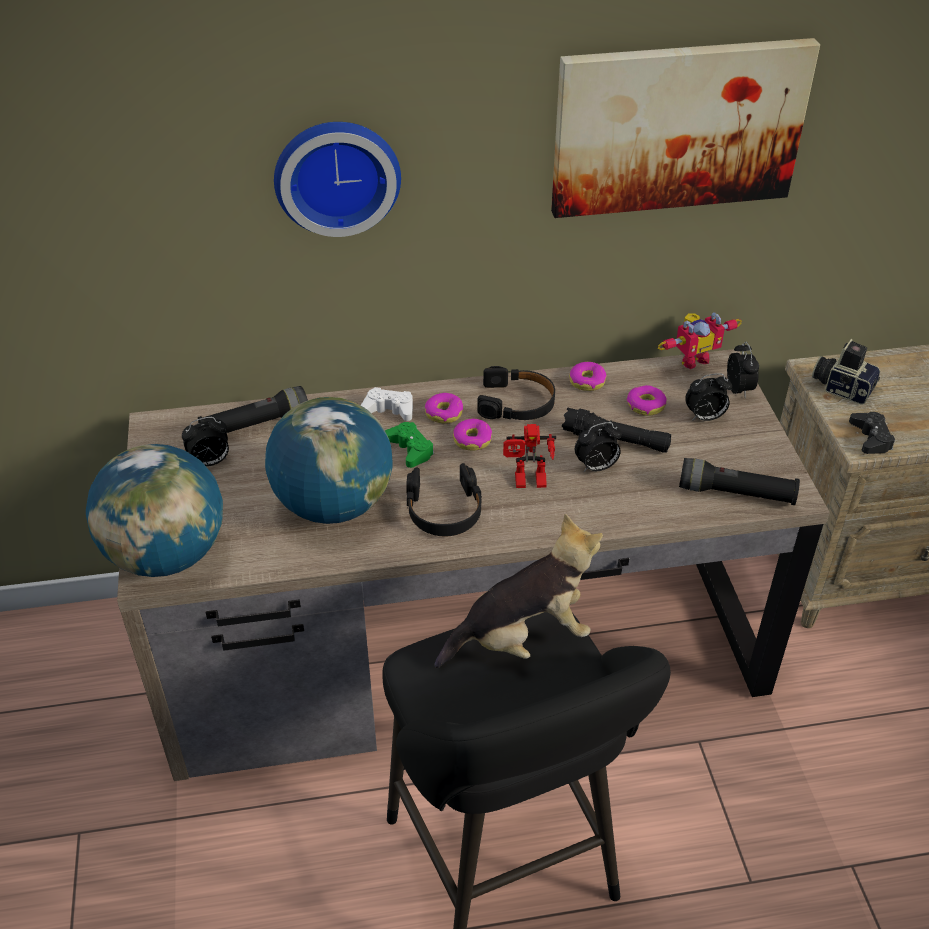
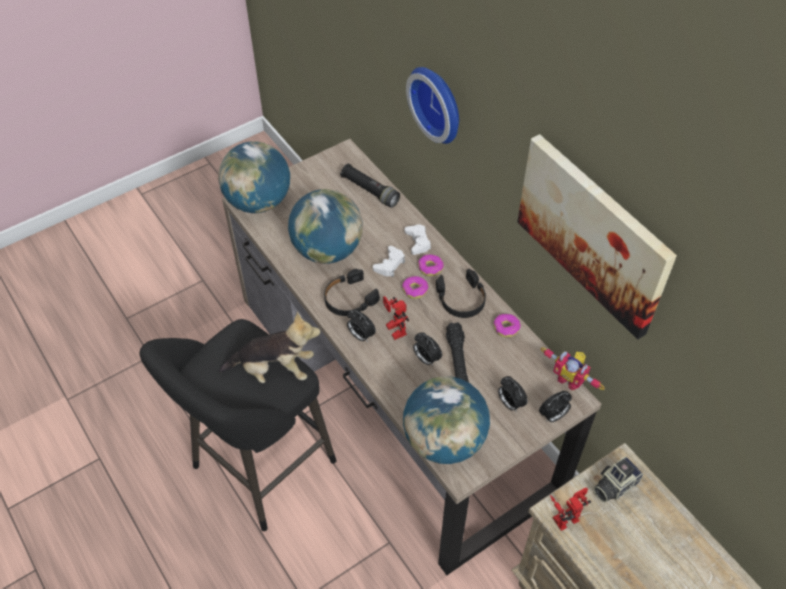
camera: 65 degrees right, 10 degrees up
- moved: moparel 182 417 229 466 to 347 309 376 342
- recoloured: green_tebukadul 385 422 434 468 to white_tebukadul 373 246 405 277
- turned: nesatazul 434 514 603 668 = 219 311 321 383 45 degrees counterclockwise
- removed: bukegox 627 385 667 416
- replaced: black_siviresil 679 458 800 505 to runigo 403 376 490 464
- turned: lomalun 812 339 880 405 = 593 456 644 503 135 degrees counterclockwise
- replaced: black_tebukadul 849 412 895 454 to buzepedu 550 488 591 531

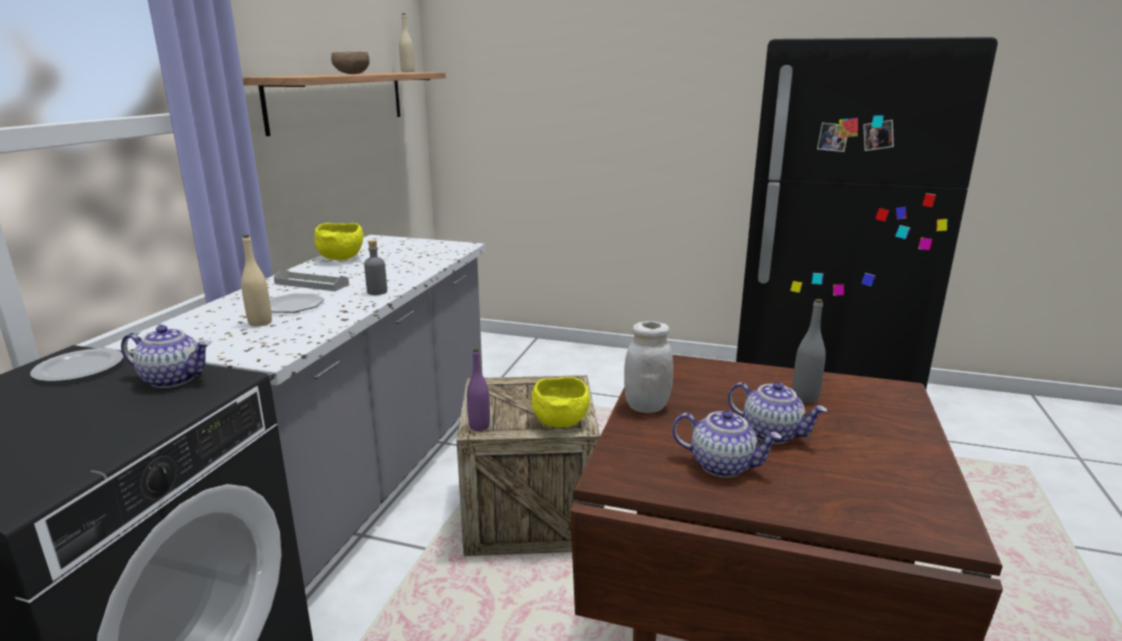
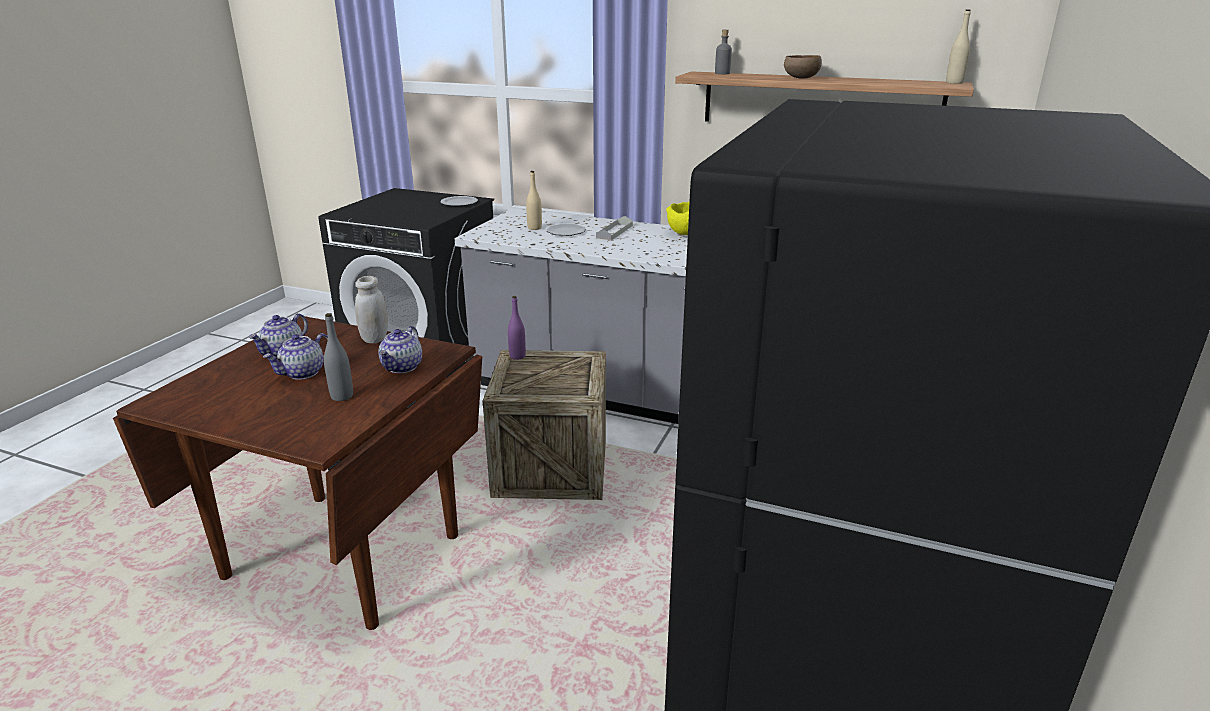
camera: 95 degrees right, 5 degrees up
- moved: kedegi 121 325 210 388 to 378 326 422 373
- moved: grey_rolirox 364 240 387 295 to 715 30 732 74
- removed: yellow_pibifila 532 377 590 427

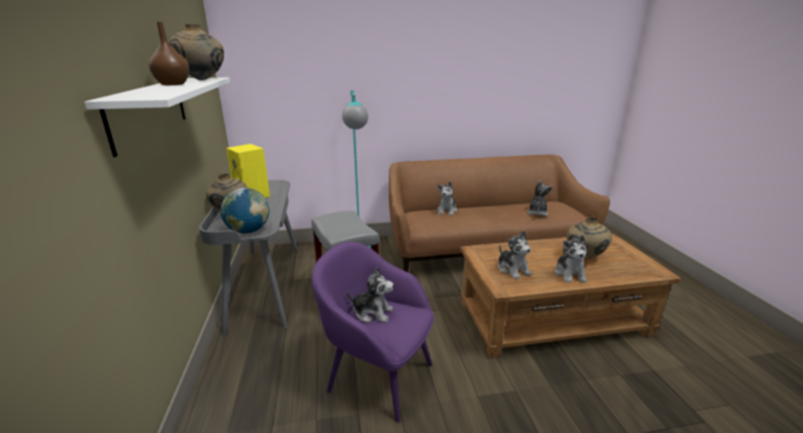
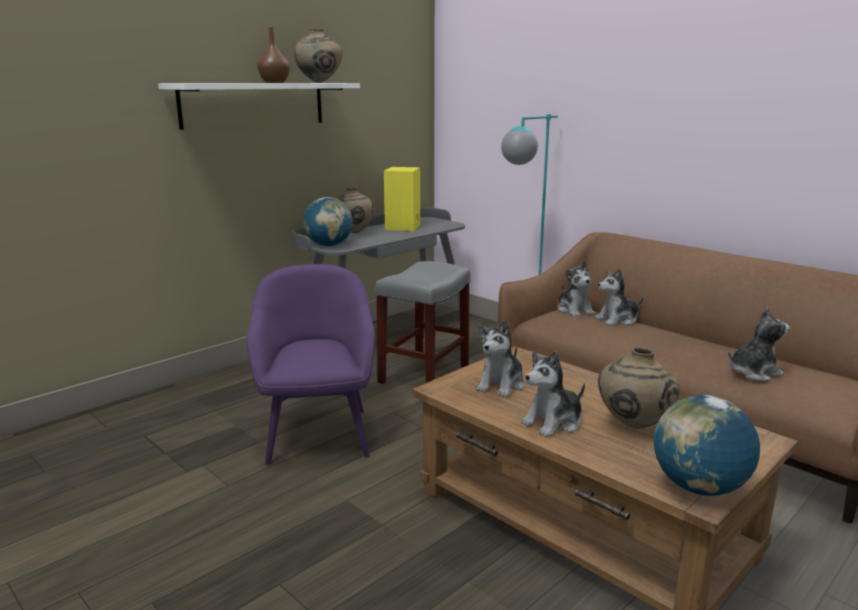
camera: 55 degrees right, 5 degrees down
- moved: nesatazul 346 267 394 323 to 558 261 595 317
- added: runigo 654 395 760 496

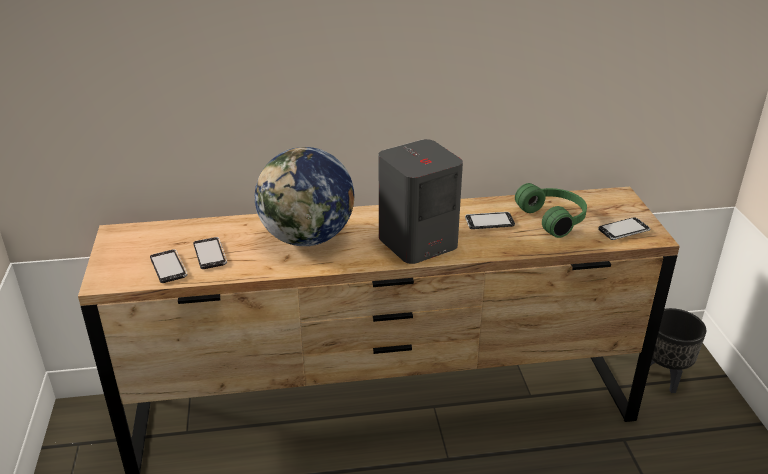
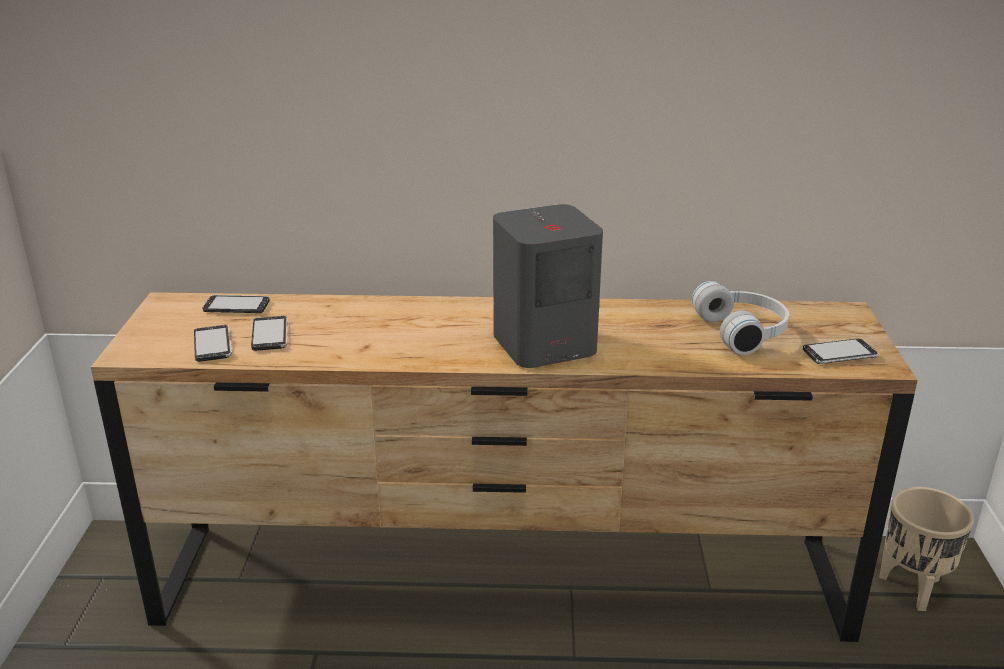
camera: 10 degrees right, 5 degrees down
- removed: runigo 255 147 354 246
- moved: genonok 465 212 515 229 to 203 295 270 313
- recoloured: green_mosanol 515 183 587 238 to white_mosanol 692 281 789 355
- recoloured: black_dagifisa 650 308 707 393 to beige_dagifisa 879 487 974 611

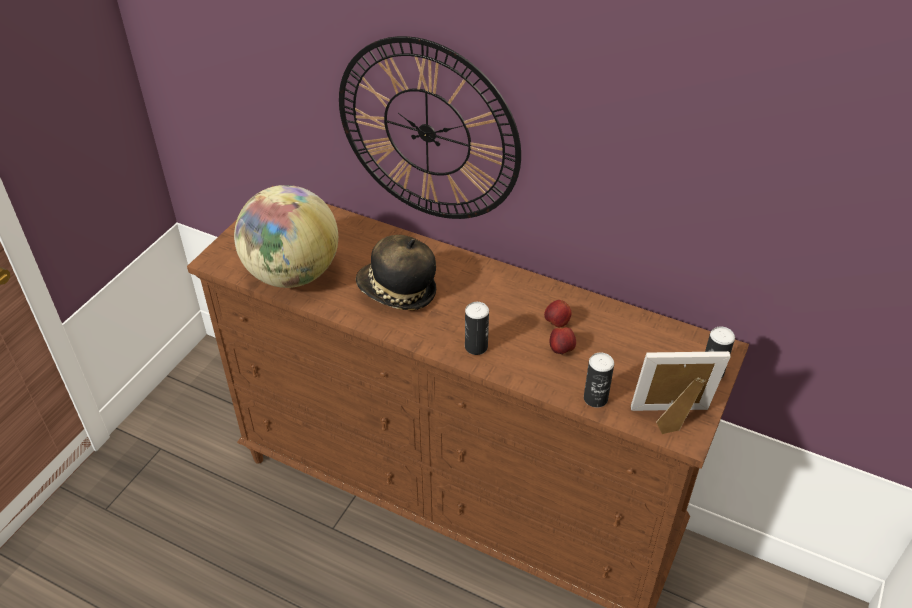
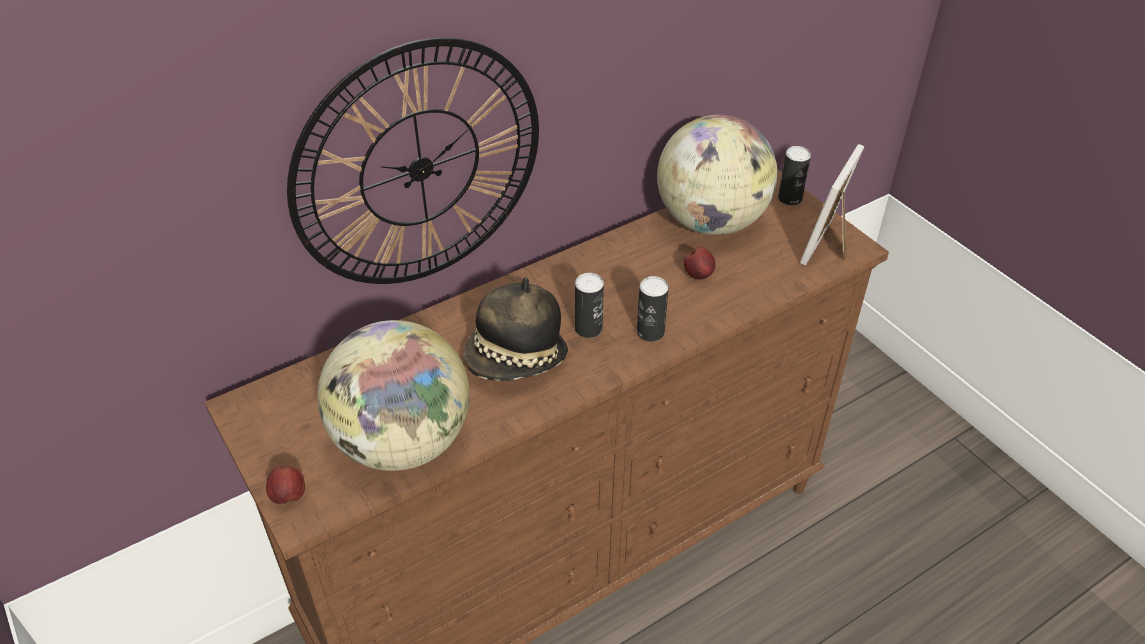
camera: 60 degrees left, 0 degrees up
- moved: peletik 544 300 572 327 to 266 466 305 504
- moved: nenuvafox 584 352 614 408 to 575 273 604 338
- added: runigo 657 115 778 235

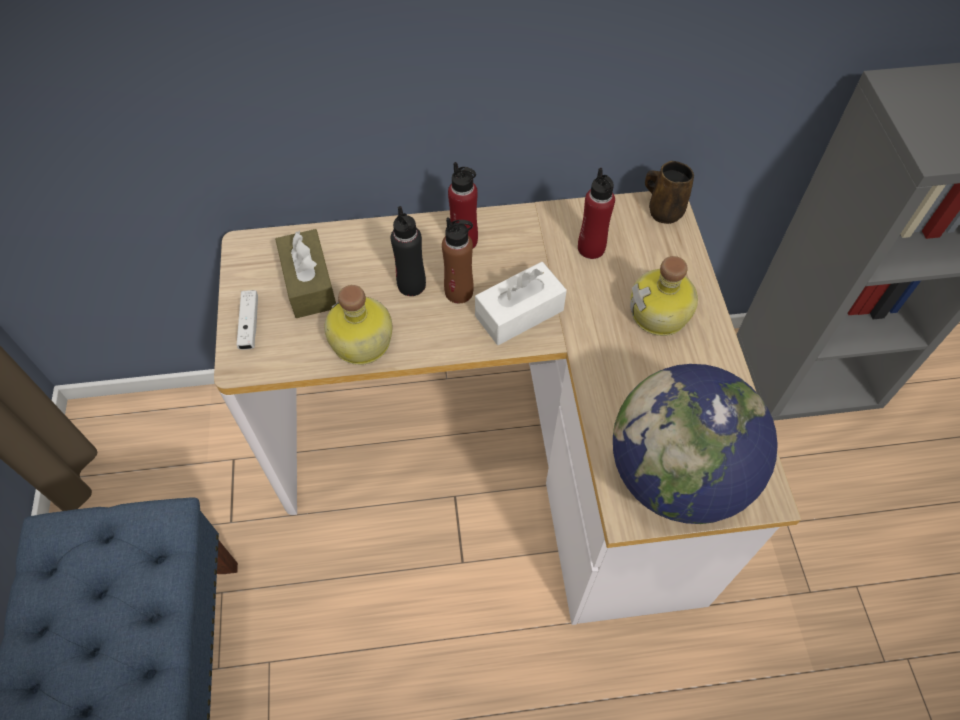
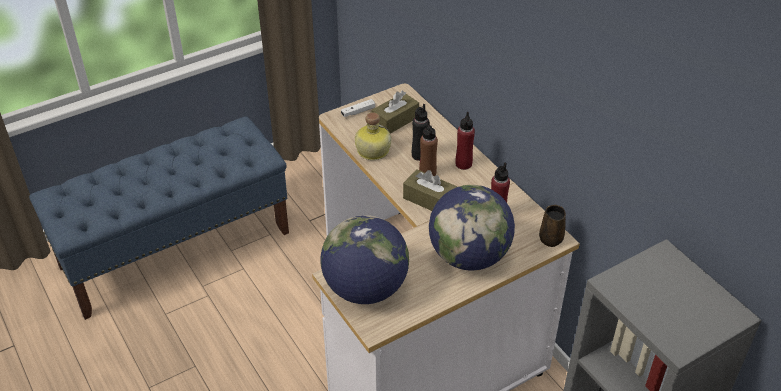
camera: 65 degrees right, 15 degrees down
- recoloured: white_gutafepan 475 262 567 345 to brown_gutafepan 403 169 457 211
- replaced: rolirox 630 256 698 336 to runigo 429 185 515 271

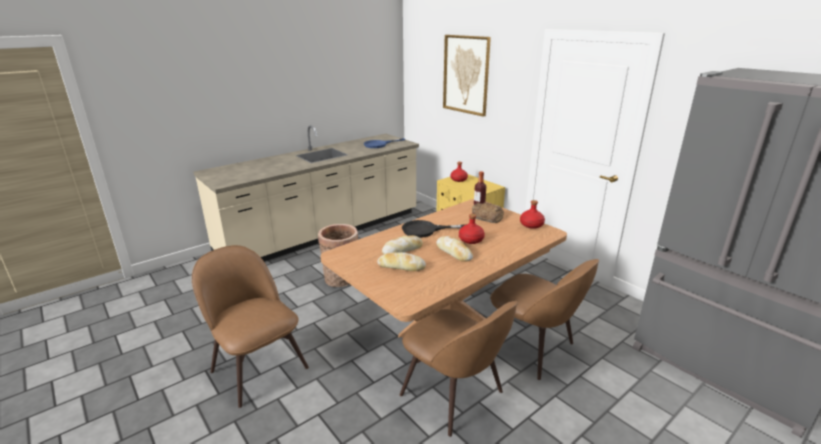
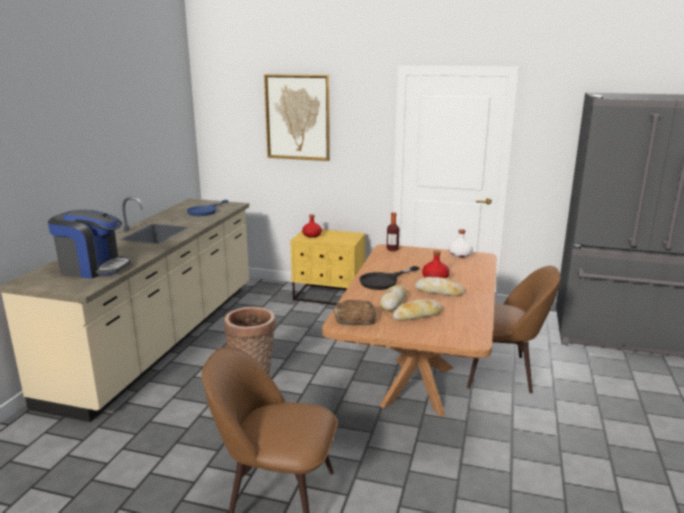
camera: 35 degrees left, 5 degrees down
- removed: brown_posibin 400 301 518 437
- moved: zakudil 472 203 504 223 to 333 300 378 325
- recoloured: red_rolirox 520 200 545 229 to white_rolirox 448 229 473 257
- added: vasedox 48 210 131 279

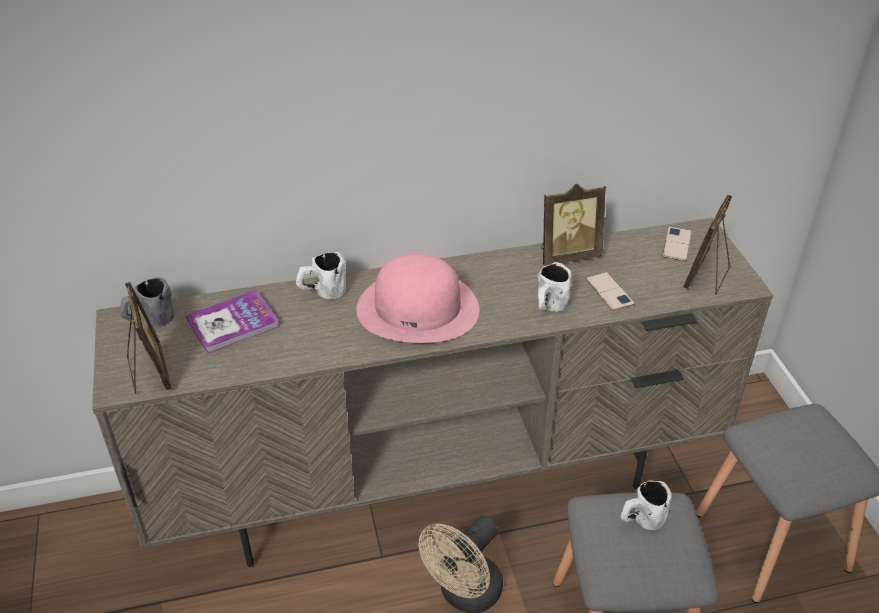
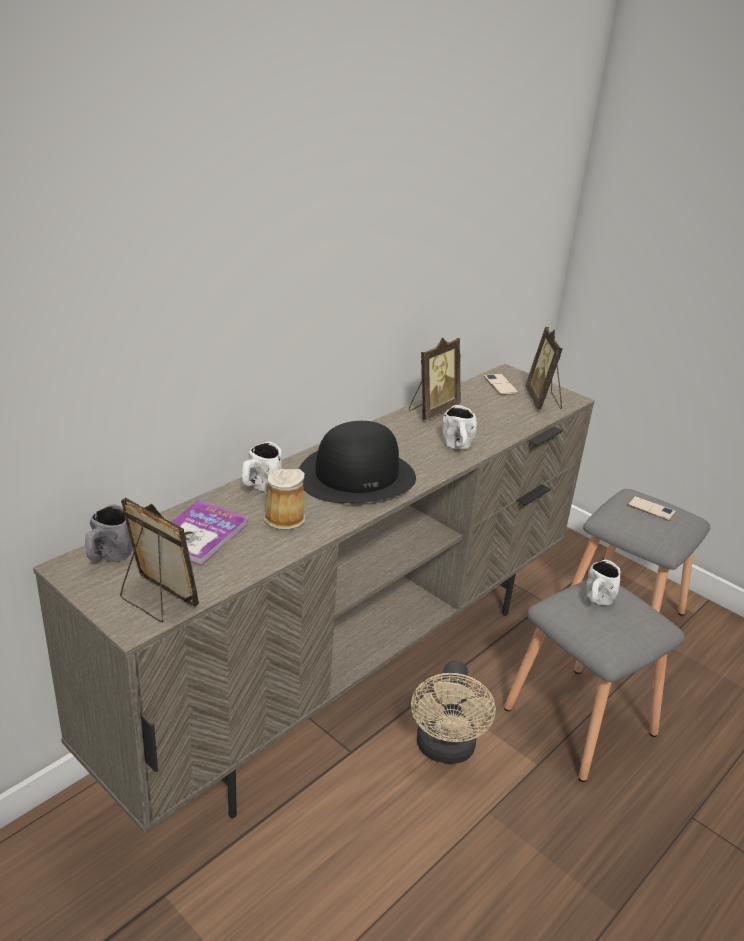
camera: 35 degrees left, 10 degrees down
- recoloured: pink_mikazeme 356 254 479 343 to black_mikazeme 299 421 416 504
- moved: genonok 586 272 635 311 to 628 496 676 521
- added: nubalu 264 469 305 530

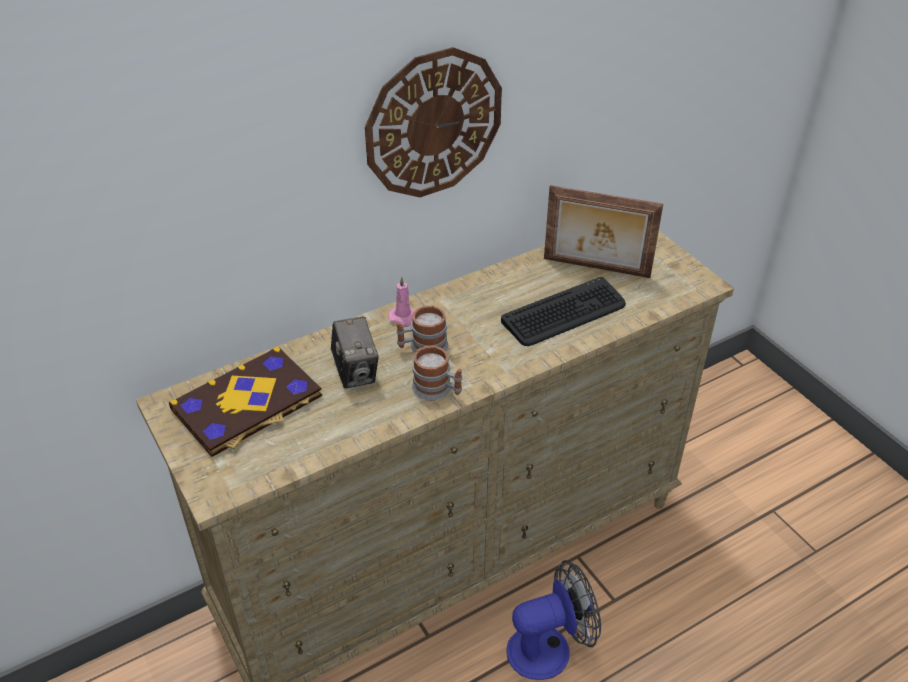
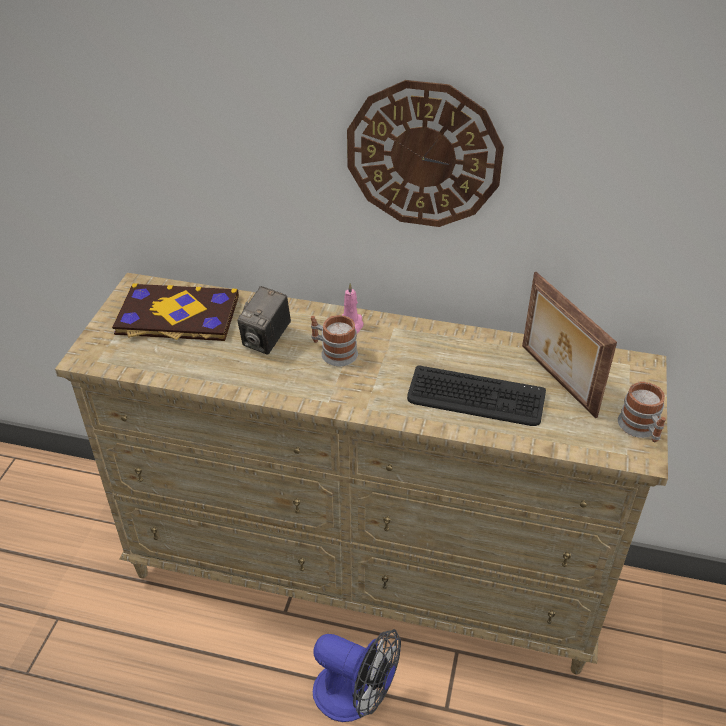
camera: 45 degrees right, 0 degrees up
- moved: nubalu 412 345 462 401 to 618 381 666 442

